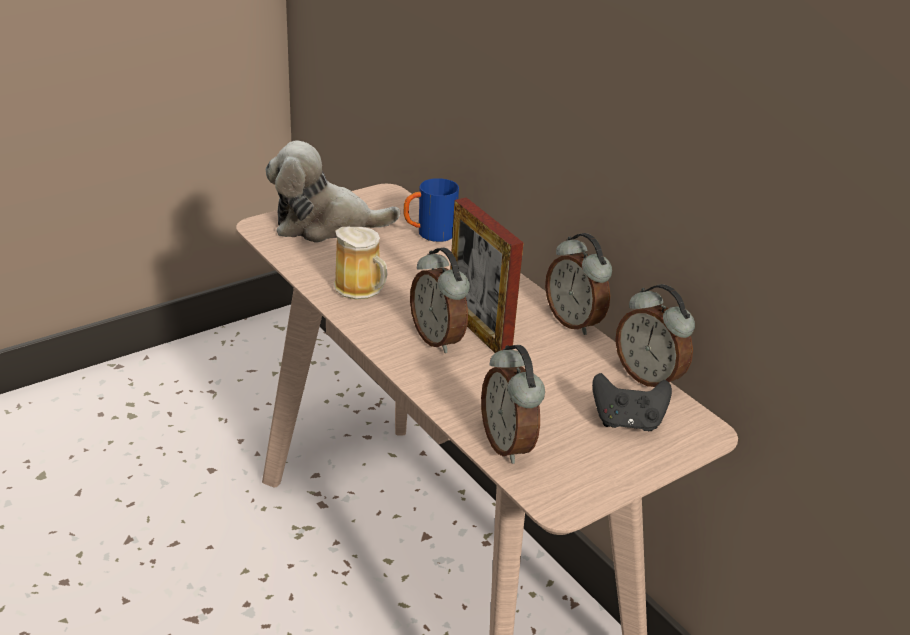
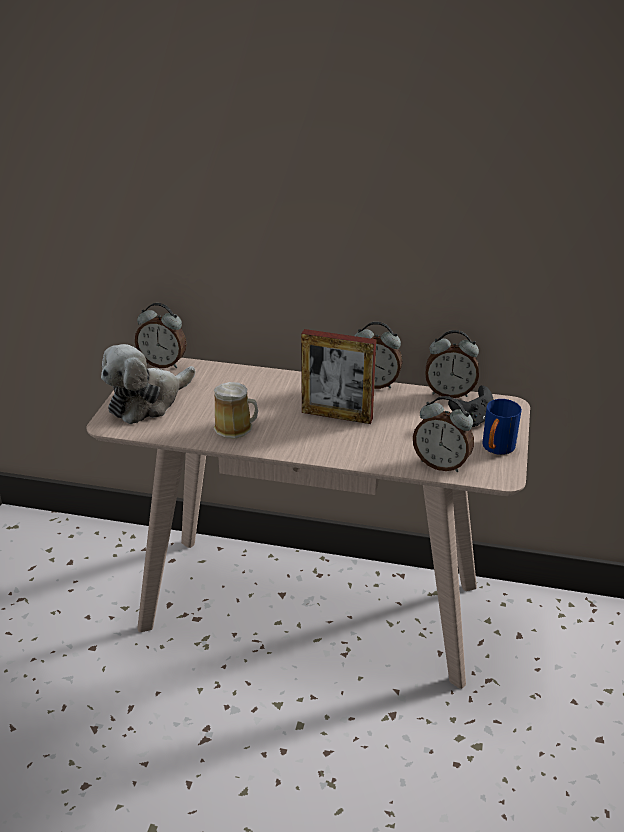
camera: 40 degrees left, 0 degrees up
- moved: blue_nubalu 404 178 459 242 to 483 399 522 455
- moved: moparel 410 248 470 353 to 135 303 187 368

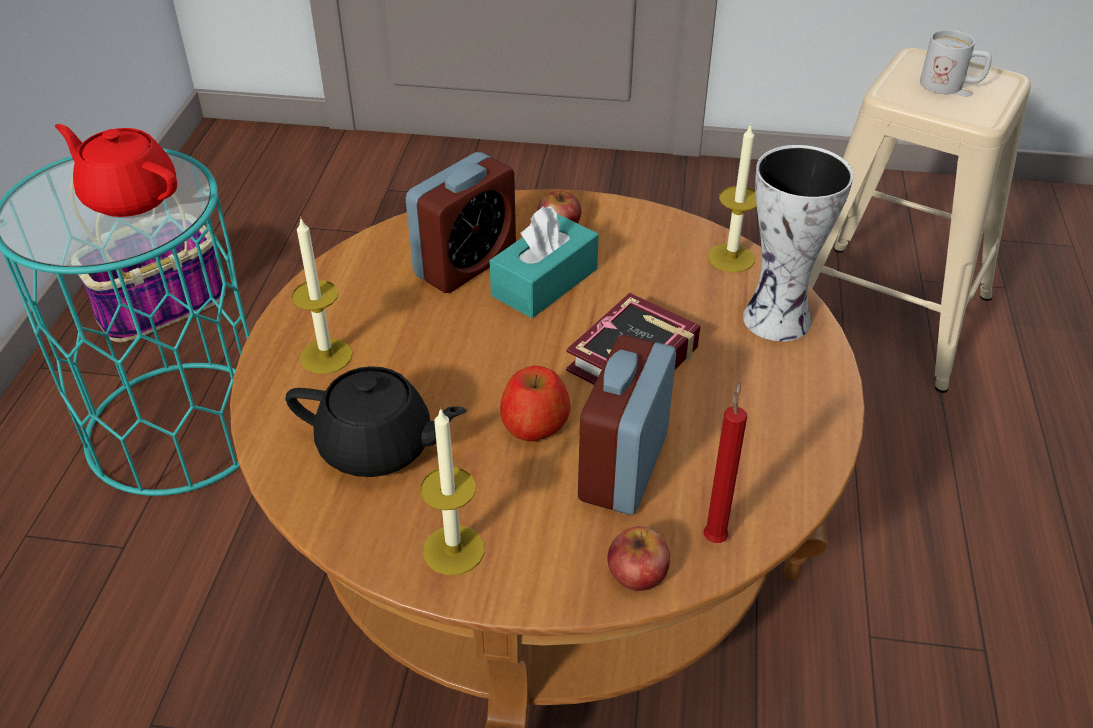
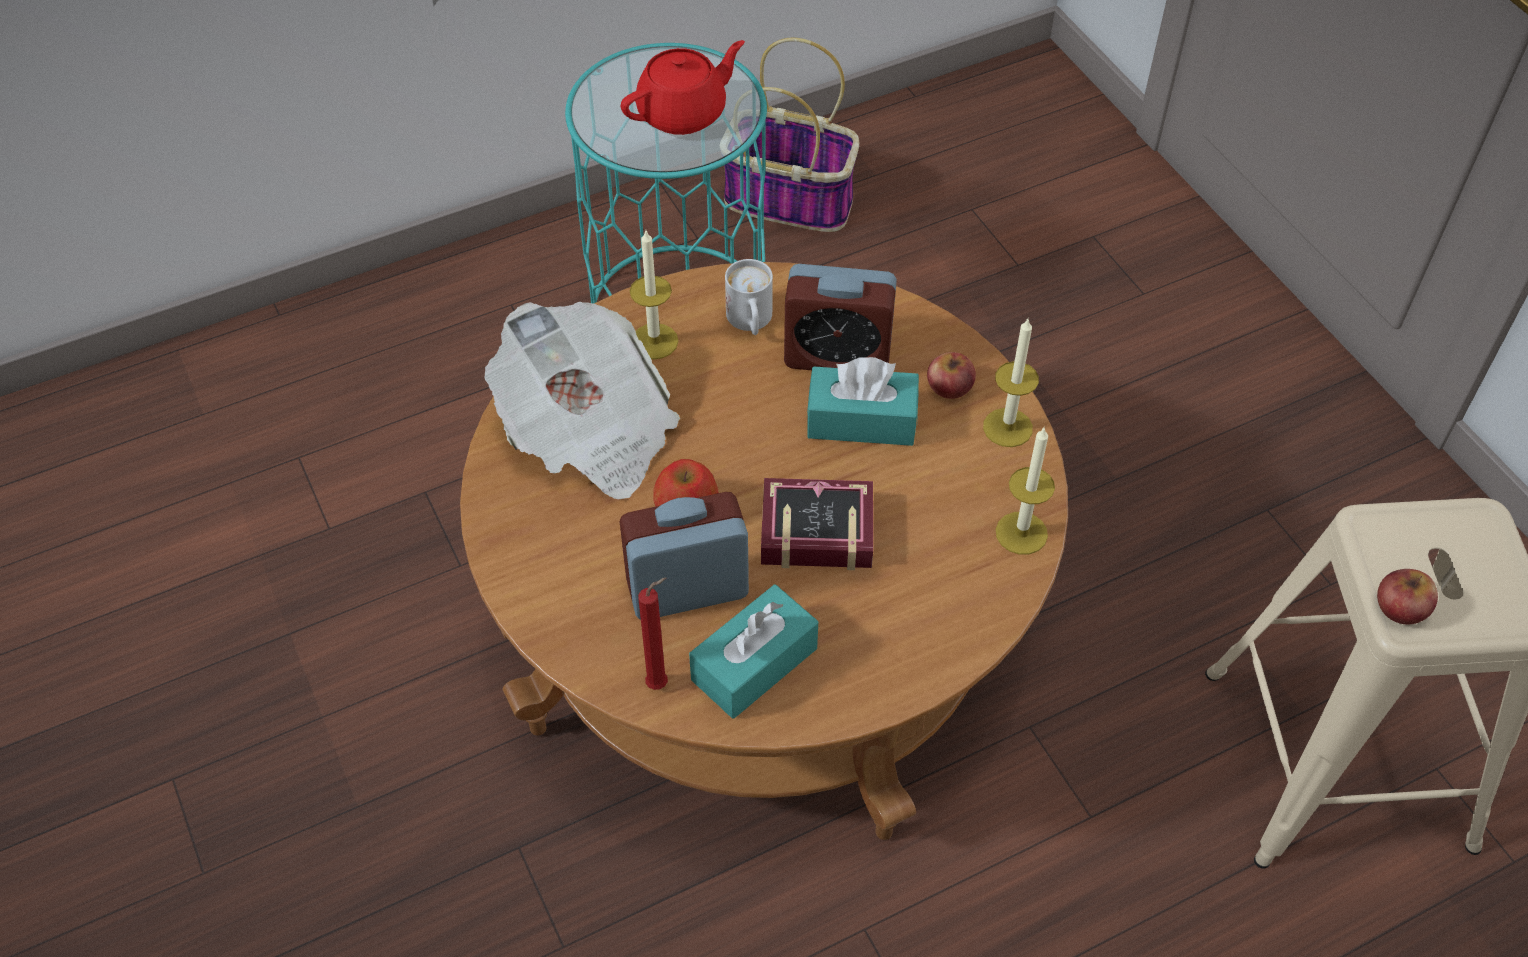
camera: 55 degrees right, 10 degrees up
- turned: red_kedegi 55 124 177 217 = 620 40 745 135 60 degrees clockwise
- replaced: black_kedegi 285 366 467 477 to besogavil 485 302 680 499
- moved: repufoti 420 408 484 575 to 983 319 1039 447
- moved: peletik 607 526 670 591 to 1377 569 1438 624
- removed: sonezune 743 145 853 342
- moved: white_nubalu 920 29 992 94 to 725 259 773 335
- added: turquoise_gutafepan 689 585 818 719

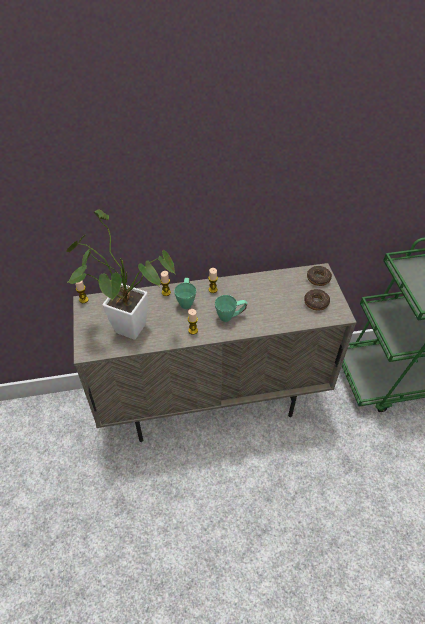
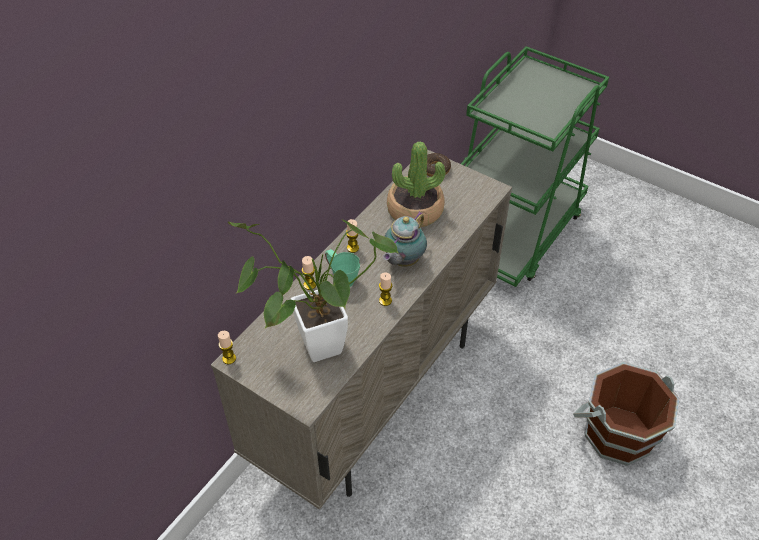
camera: 45 degrees left, 0 degrees up
- replaced: green_nubalu 215 295 247 322 to kedegi 383 211 427 267
- removed: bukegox 304 289 330 311
- added: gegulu 387 142 445 227
- added: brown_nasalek 573 362 679 466

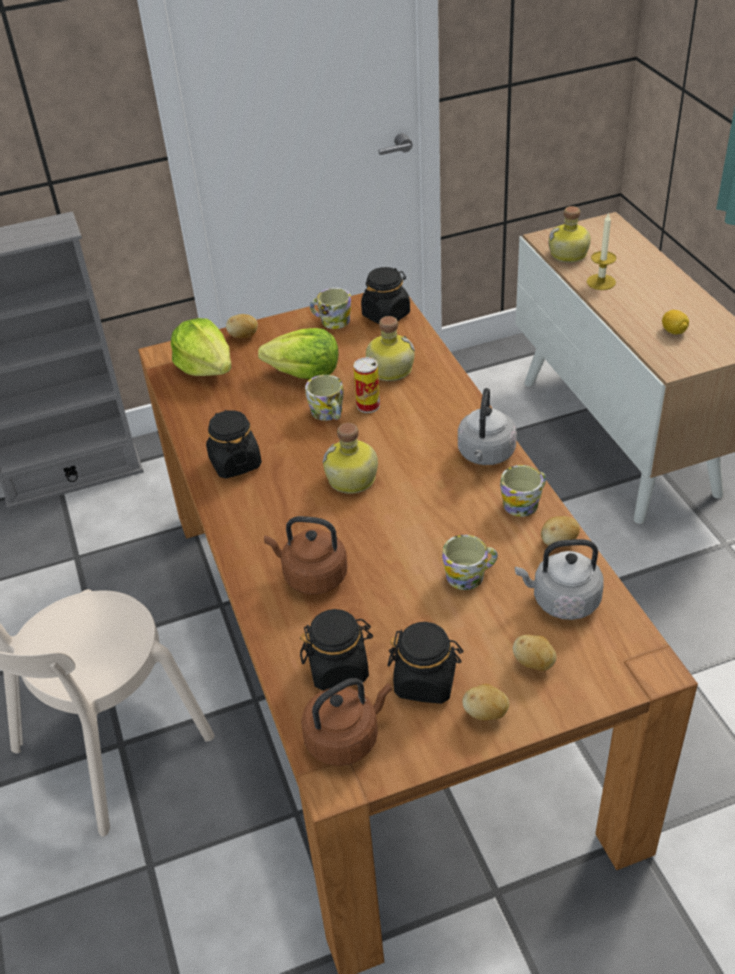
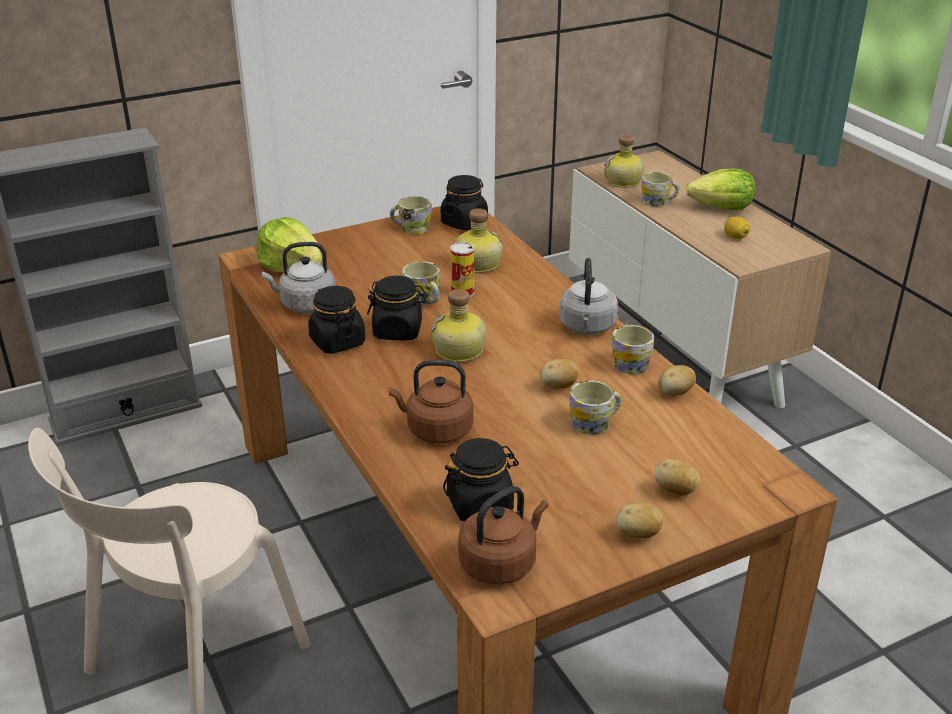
camera: 10 degrees left, 10 degrees down
- moved: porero 226 314 258 338 to 540 359 579 389
- moved: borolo 258 328 338 379 to 686 168 755 210
- moved: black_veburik 387 622 464 704 to 367 276 427 340
- moved: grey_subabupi 515 539 604 620 to 262 242 336 313
- replaced: repufoti 587 212 616 290 to nubalu 641 172 679 207

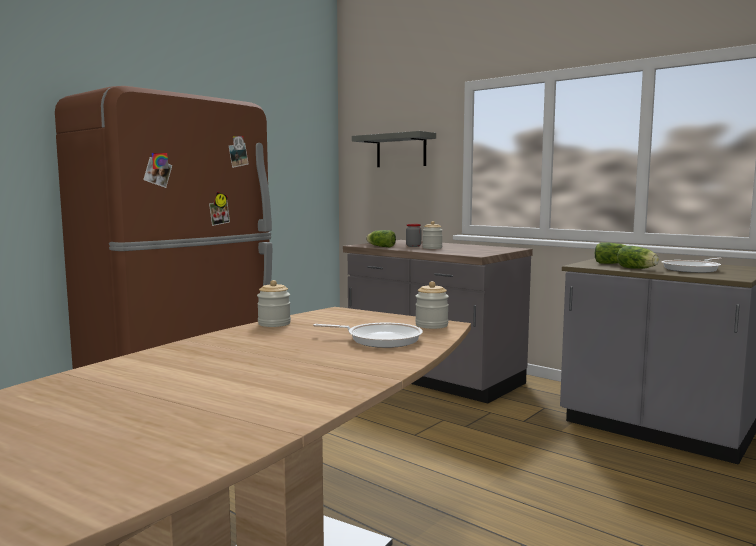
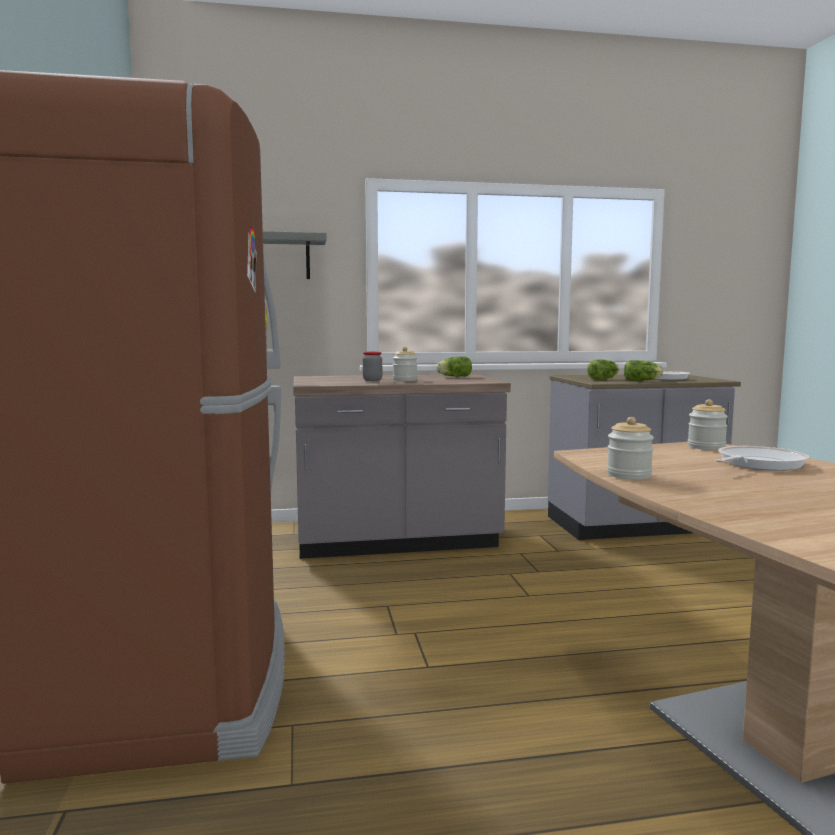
camera: 50 degrees left, 0 degrees up
- moved: borolo 366 230 396 247 to 436 357 472 377

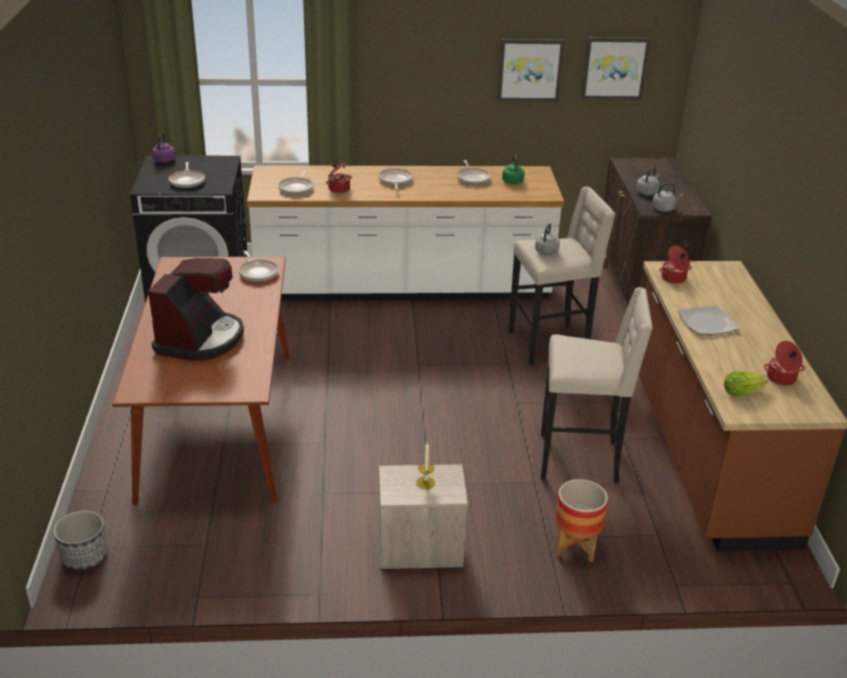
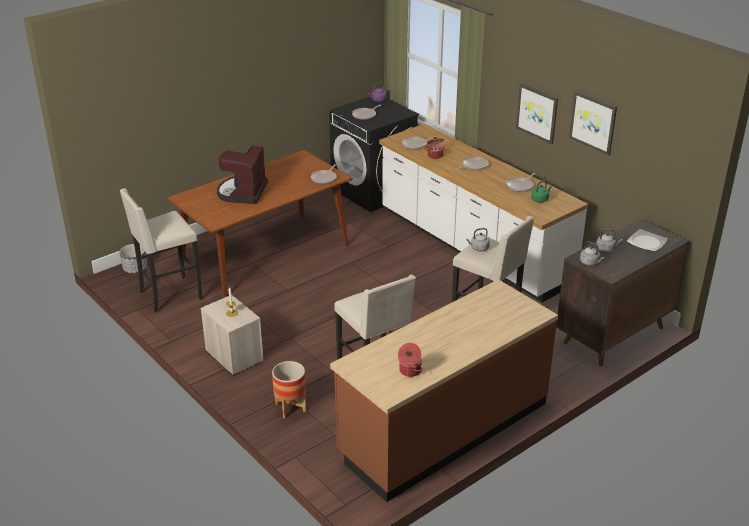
camera: 55 degrees right, 0 degrees up
- turned: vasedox 148 258 244 361 = 217 145 268 204 120 degrees clockwise
- moved: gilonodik 581 37 651 100 to 516 83 558 144
- removed: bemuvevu 659 245 692 284
- moved: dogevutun 678 305 739 335 to 627 229 668 252
- removed: borolo 724 370 768 396
- added: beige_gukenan 120 188 203 313

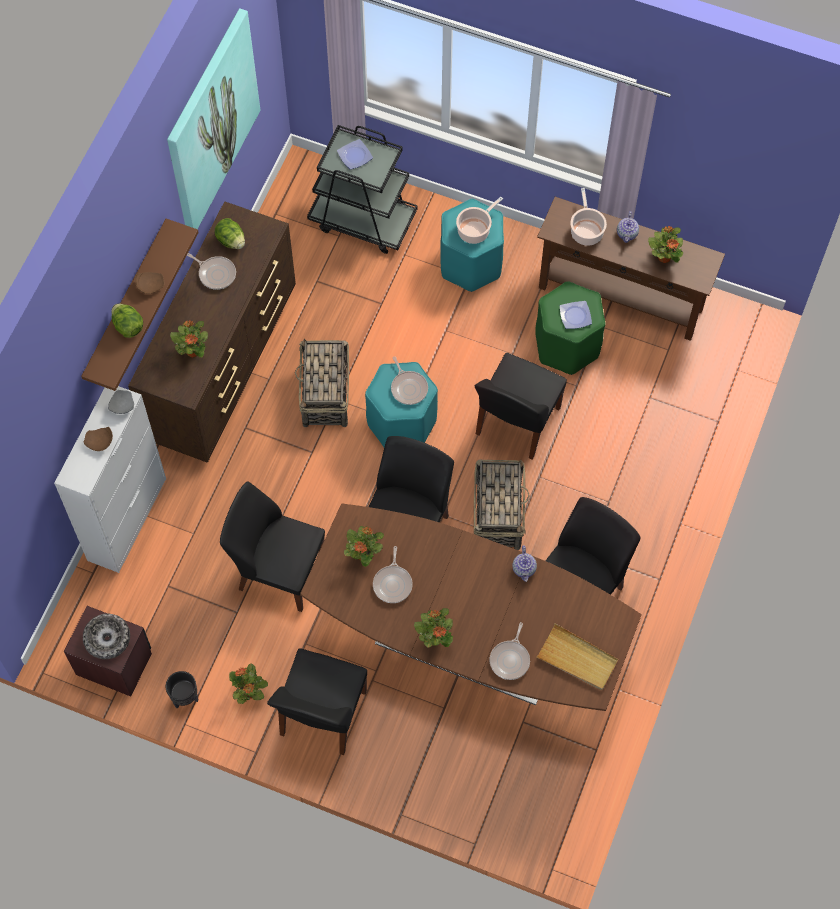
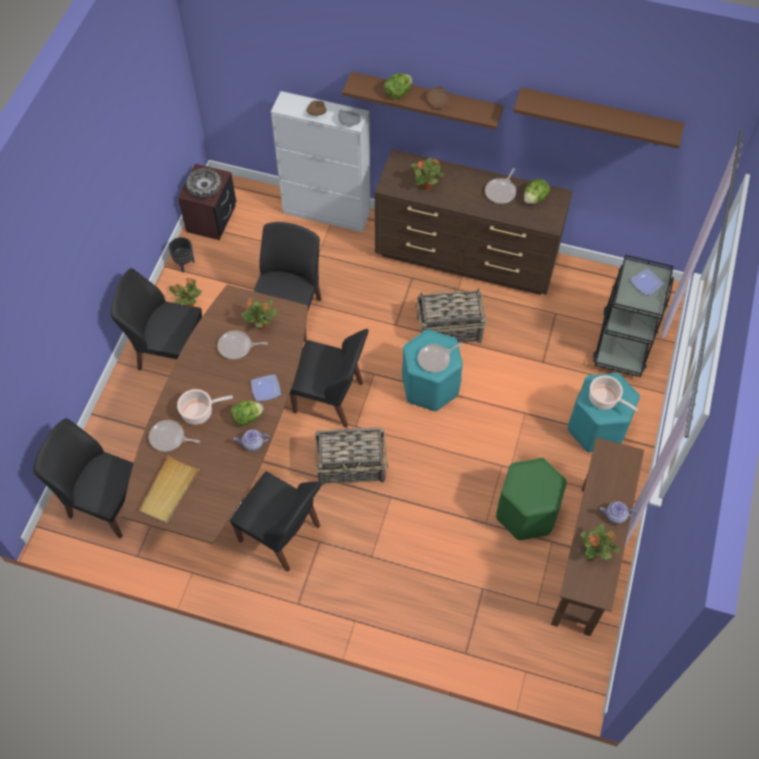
camera: 85 degrees right, 5 degrees down
- replaced: gilonodik 167 8 261 229 to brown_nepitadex 513 88 685 149
- removed: gegulu 414 608 453 648
- moved: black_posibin 475 353 567 460 to 33 418 134 539
- moved: dogevutun 560 301 592 329 to 251 374 281 401
- moved: bemuvevu 570 188 607 246 to 177 389 233 425
- added: borolo 231 401 264 426

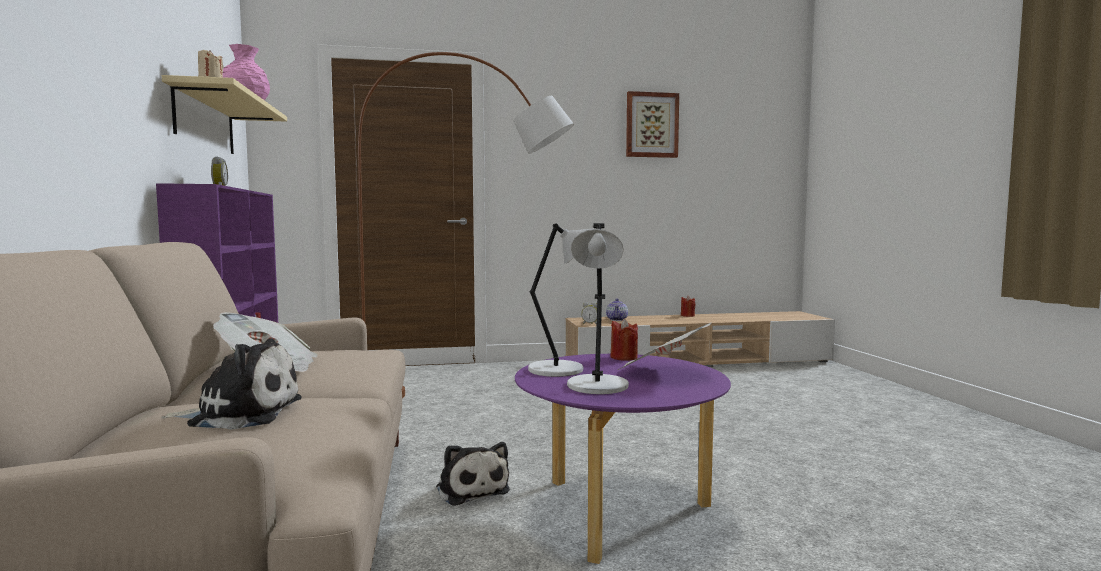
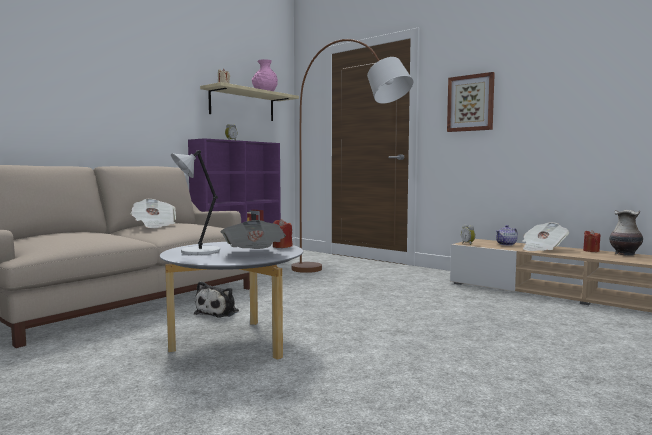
camera: 50 degrees right, 0 degrees up
- removed: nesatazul 161 338 302 430
- recoloured: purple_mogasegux 515 354 731 564 to grey_mogasegux 160 242 303 360
- removed: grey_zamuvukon 528 224 592 377
- moved: gilonodik 626 91 679 158 to 447 72 495 132
- added: besogavil 522 222 569 251
- added: sonezune 609 210 643 256

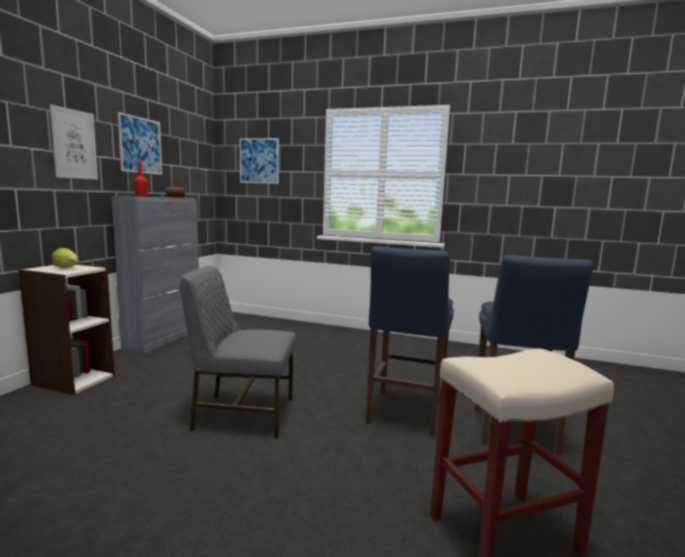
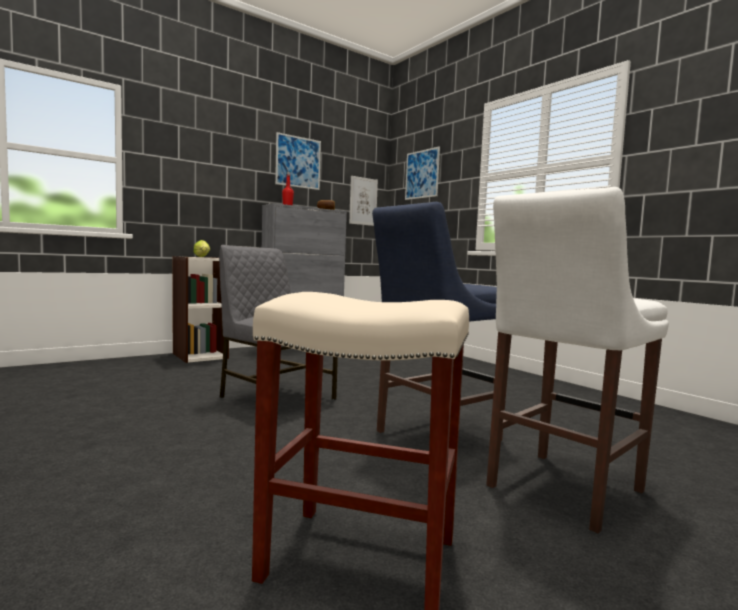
camera: 35 degrees right, 5 degrees down
- moved: gilonodik 49 105 98 180 to 349 176 378 226
- recoloured: blue_gukenan 474 255 593 456 to white_gukenan 486 187 669 533

